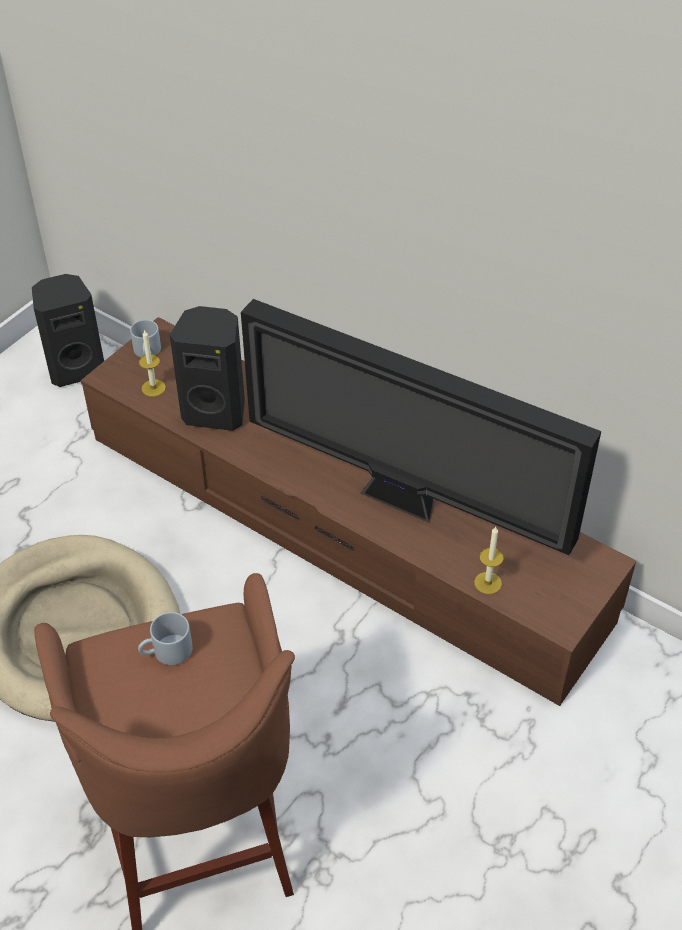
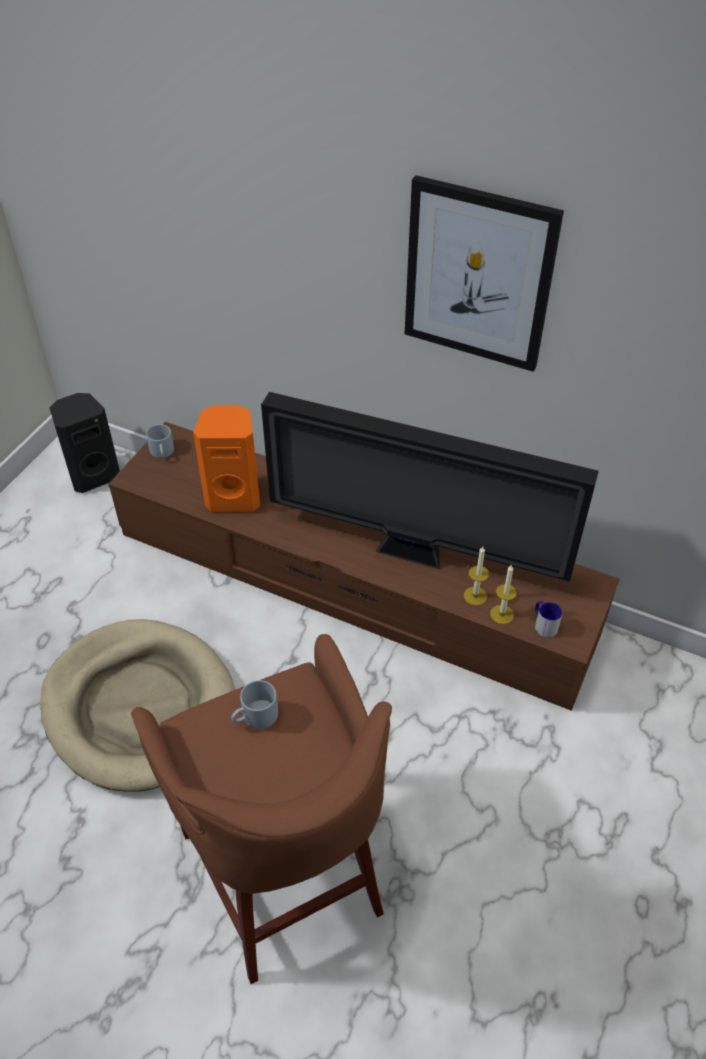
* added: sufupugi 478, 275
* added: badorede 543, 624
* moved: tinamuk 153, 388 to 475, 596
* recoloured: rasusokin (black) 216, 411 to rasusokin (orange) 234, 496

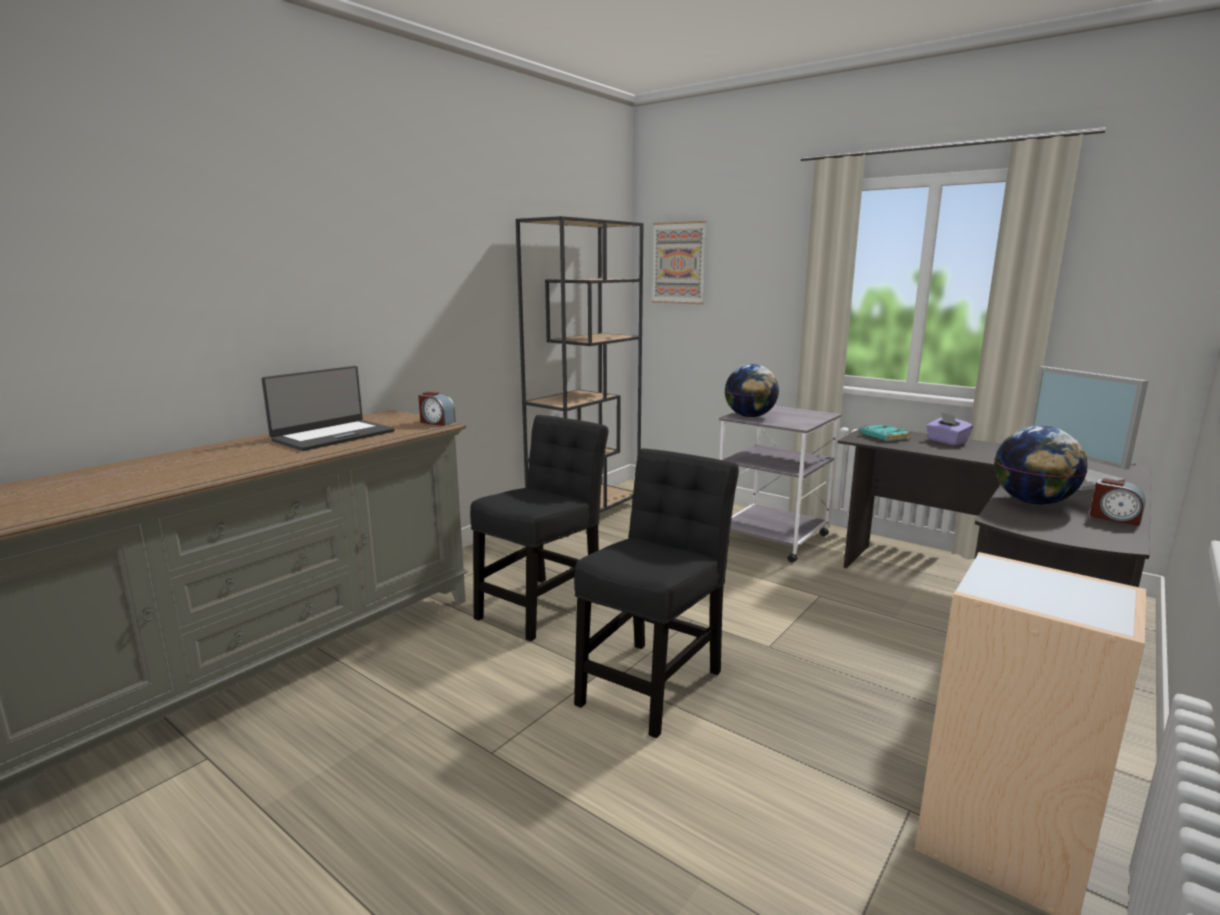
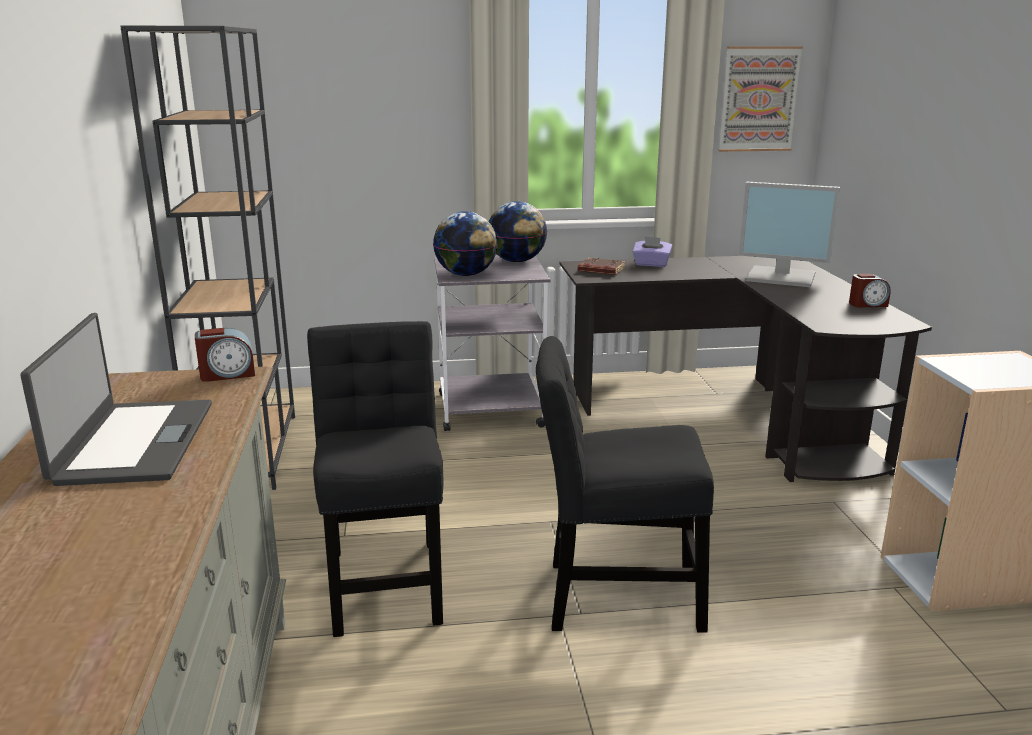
* moved: sufupugi 679, 263 to 758, 99
* moved: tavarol 1032, 502 to 516, 261
* recoloured: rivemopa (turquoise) 883, 436 to rivemopa (brown) 600, 270
* turned: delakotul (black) 653, 682 = 614, 597 75 degrees counterclockwise

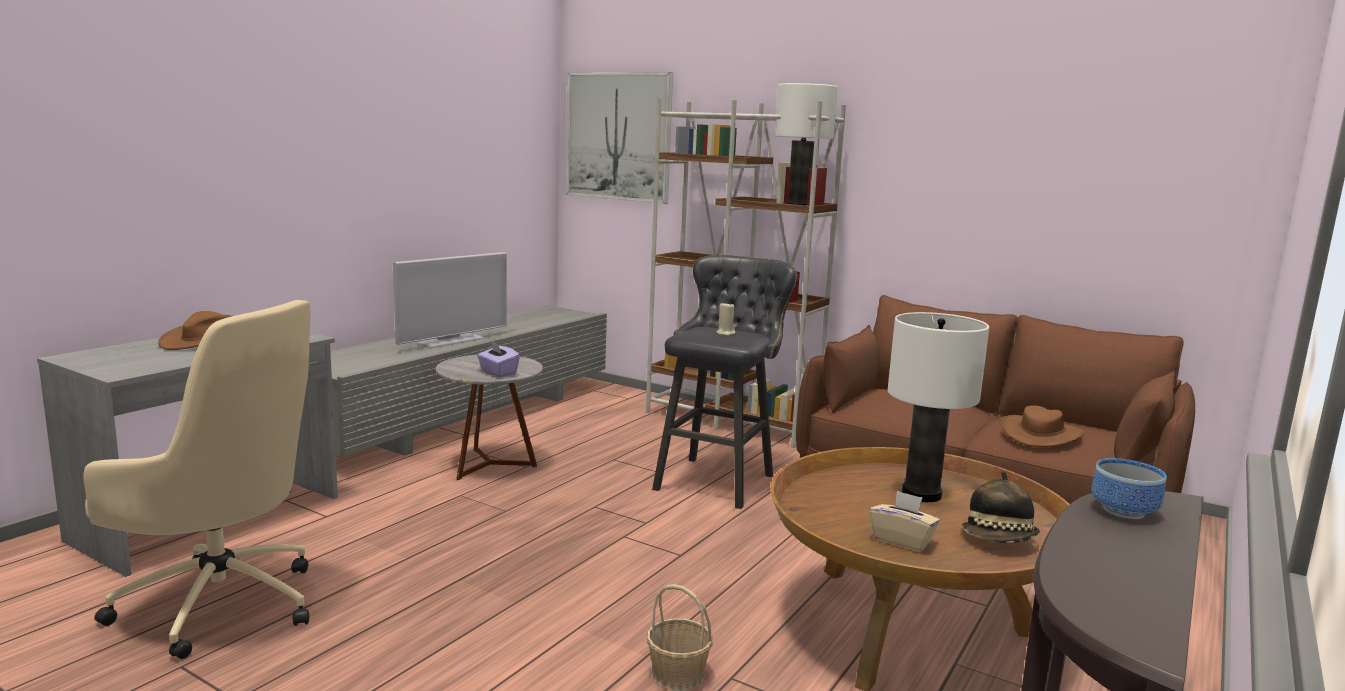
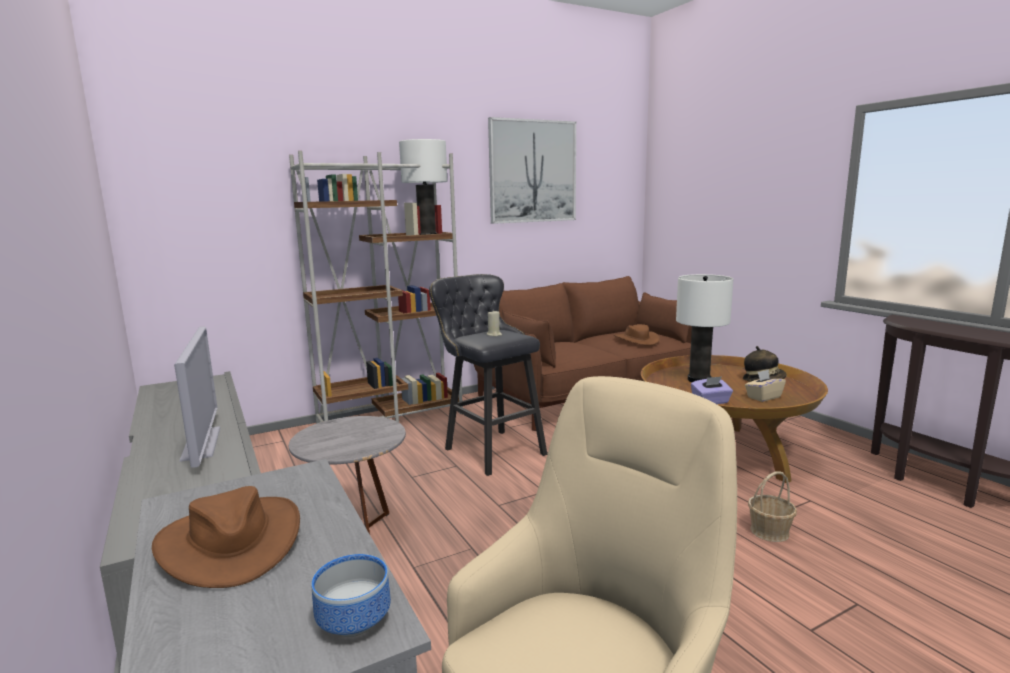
* moved: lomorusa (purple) 498, 373 to 710, 402
* moved: sufupugi 618, 136 to 532, 171
* moved: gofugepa 1122, 512 to 354, 623

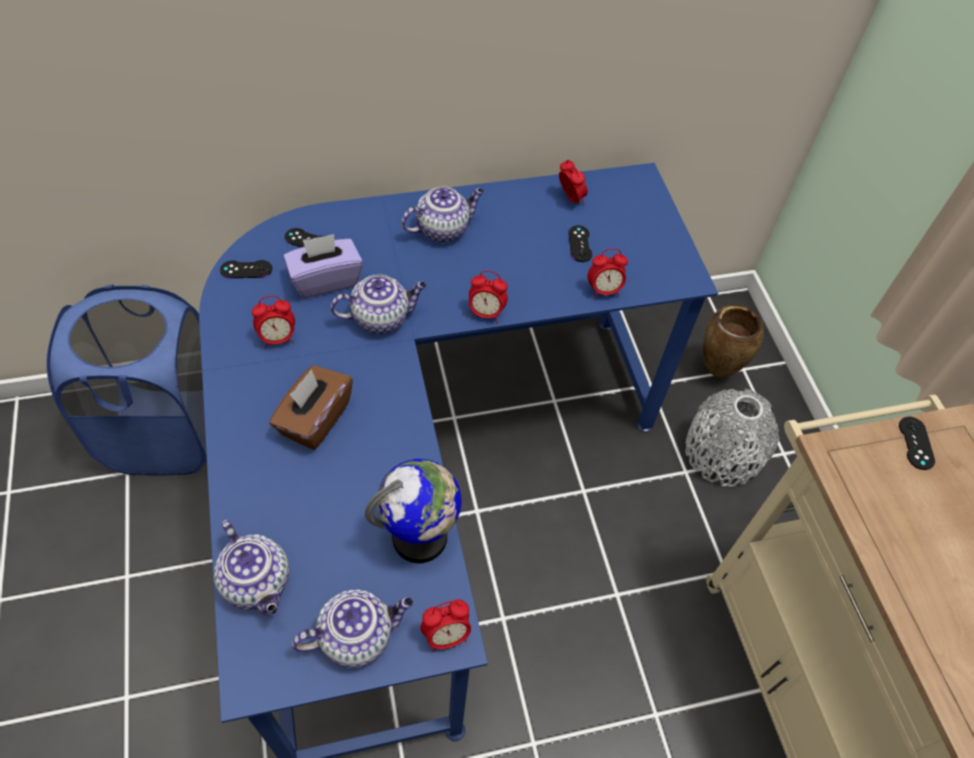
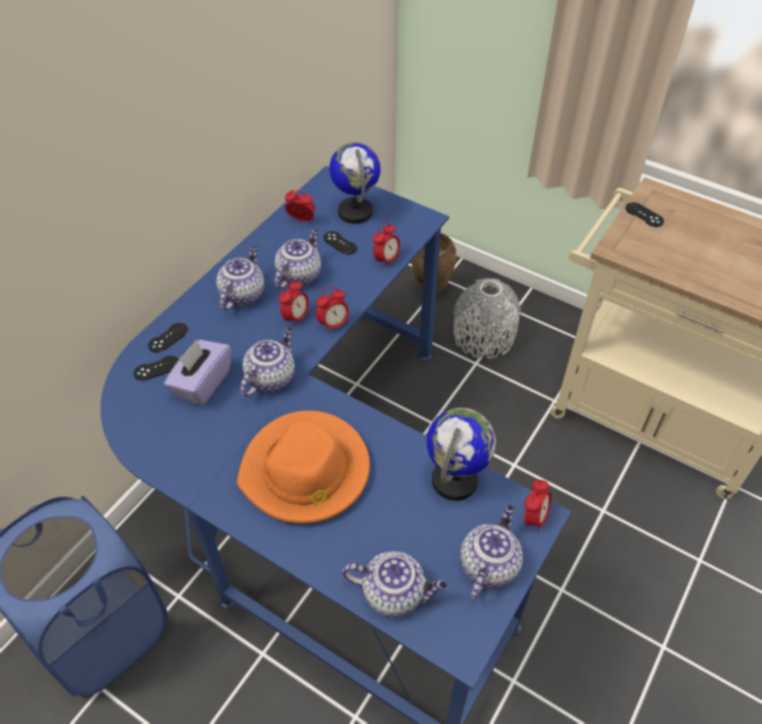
* added: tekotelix 299, 275
* added: tavarol 355, 212
* moved: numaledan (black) 246, 269 to 168, 338
* moved: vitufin 278, 338 to 296, 318
* replaced: lomorusa (brown) 315, 419 to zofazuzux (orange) 306, 471

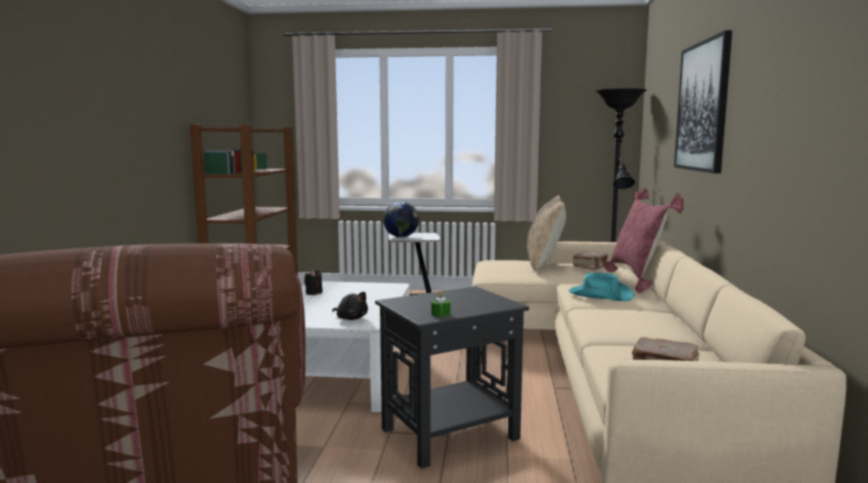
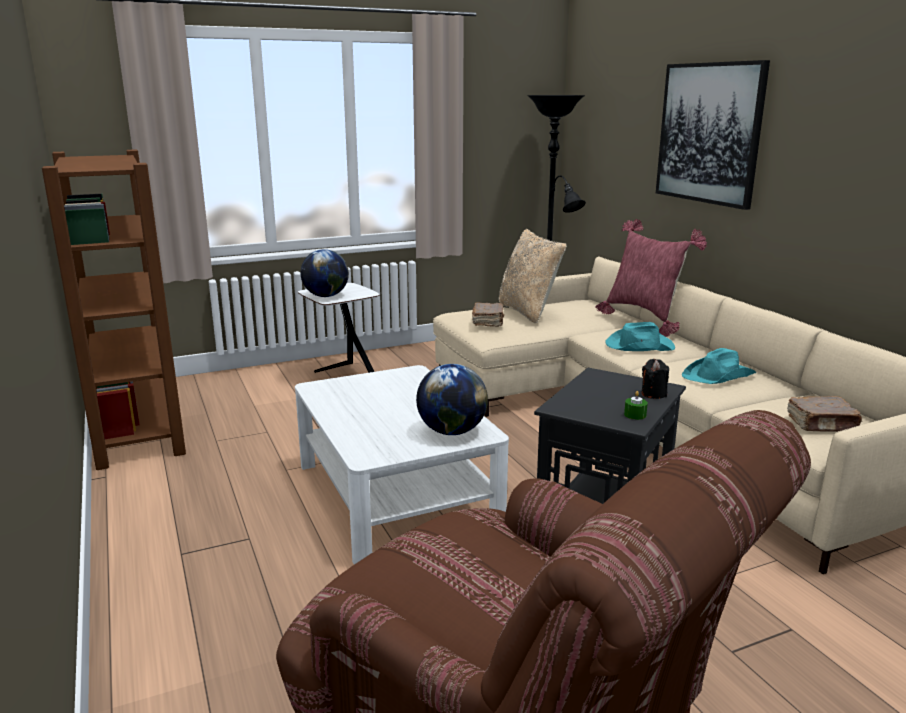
* added: zofazuzux (turquoise) 719, 376
* moved: tinamuk (black) 314, 293 to 653, 394
* moved: rivemopa (brown) 590, 267 to 488, 322
* replaced: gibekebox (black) 351, 318 to tavarol 451, 431

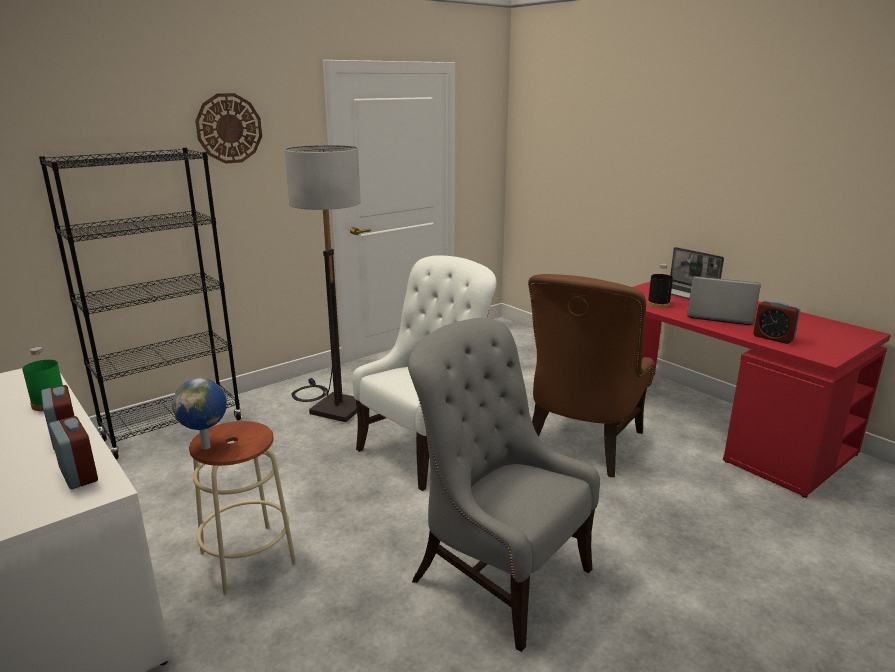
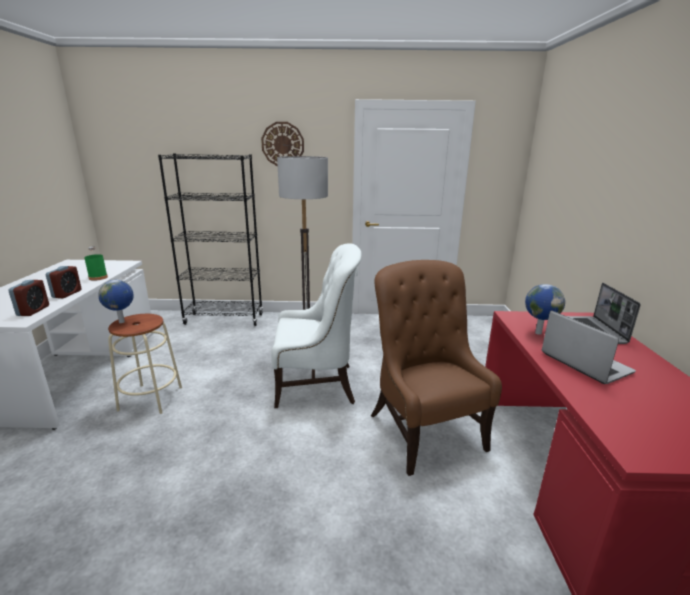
* removed: delakotul (grey) 498, 575
* removed: vitufin 773, 338
* replaced: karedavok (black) 658, 304 to tavarol 537, 333
* turned: delakotul (brown) 582, 443 = 424, 431 90 degrees clockwise

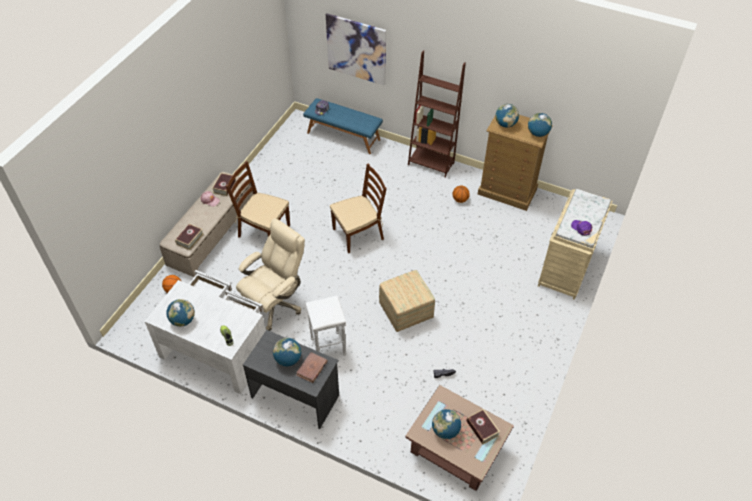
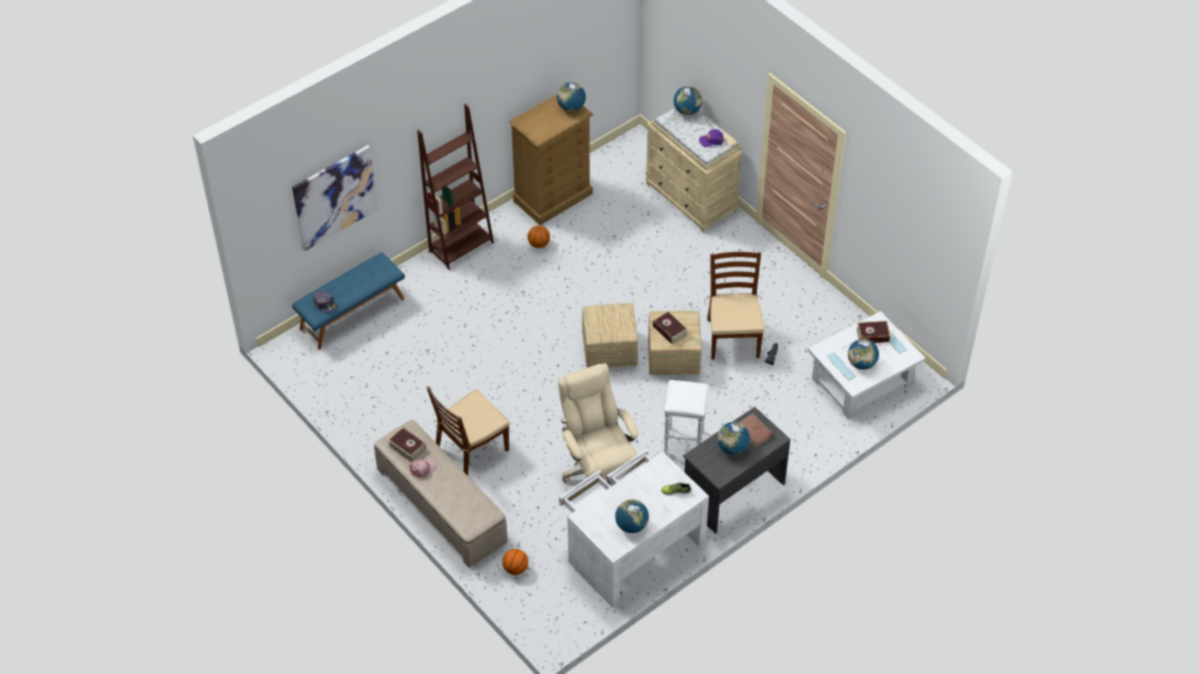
* added: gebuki 610, 349
* moved: rivemopa 190, 239 to 670, 330
* moved: delakotul (brown) 358, 233 to 733, 338
* moved: tavarol 505, 124 to 687, 111
* recoloured: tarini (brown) 456, 449 to tarini (white) 862, 381

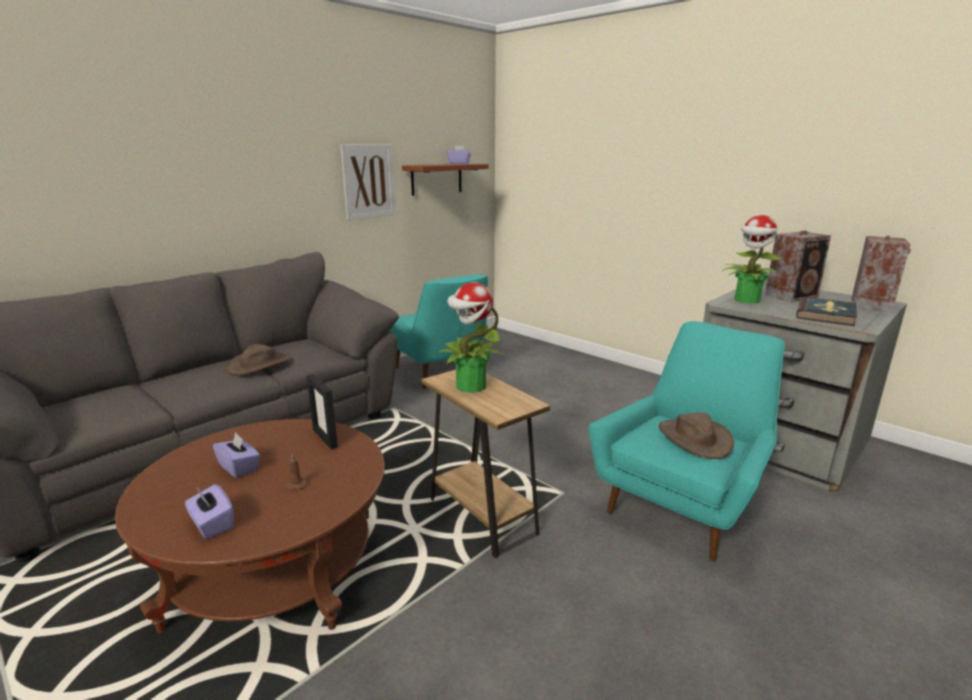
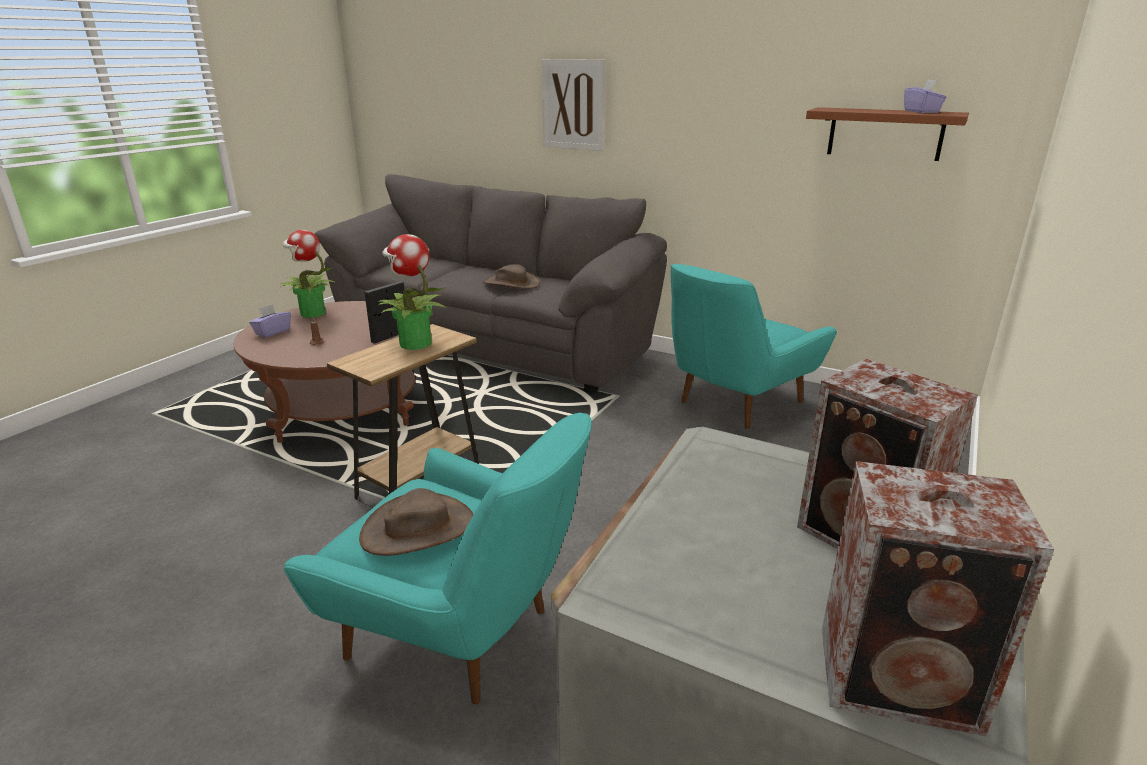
* removed: lomorusa (purple) 239, 467
* removed: rivemopa 826, 314
* moved: sufupugi 368, 181 to 573, 105
* moved: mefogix 747, 300 to 312, 313

